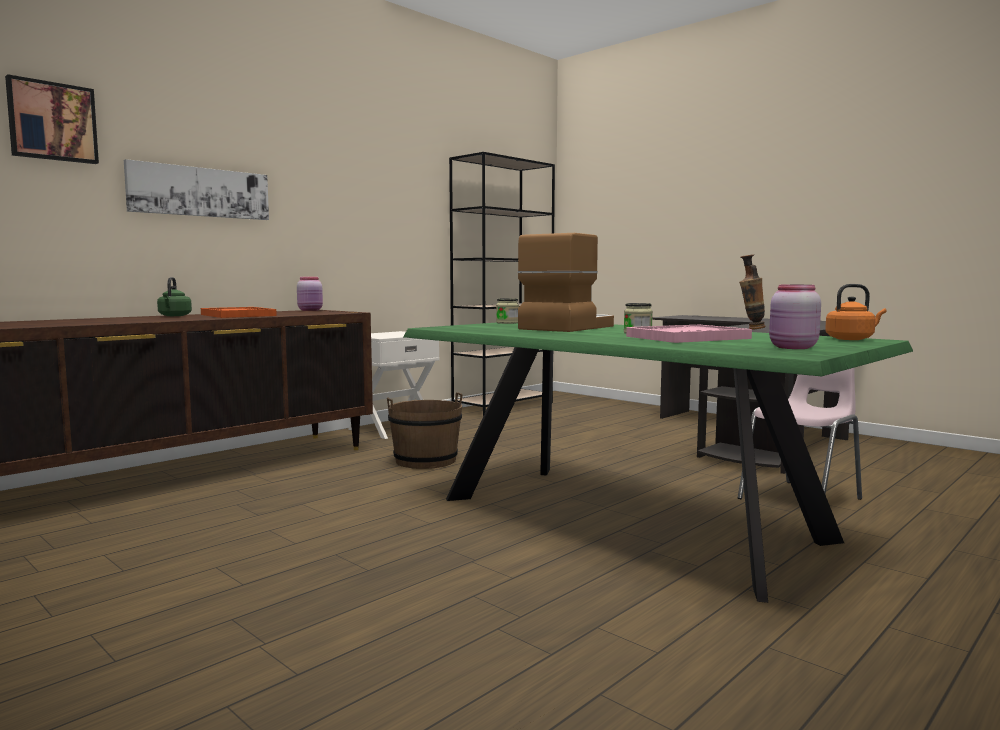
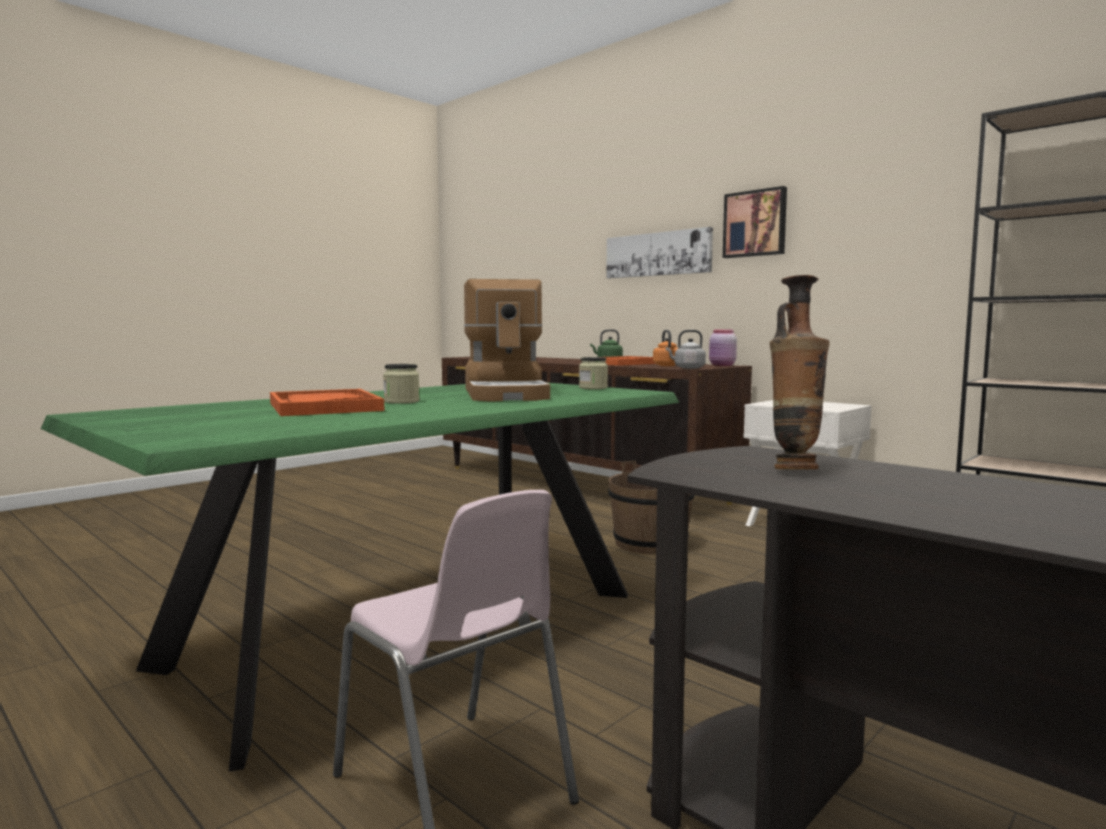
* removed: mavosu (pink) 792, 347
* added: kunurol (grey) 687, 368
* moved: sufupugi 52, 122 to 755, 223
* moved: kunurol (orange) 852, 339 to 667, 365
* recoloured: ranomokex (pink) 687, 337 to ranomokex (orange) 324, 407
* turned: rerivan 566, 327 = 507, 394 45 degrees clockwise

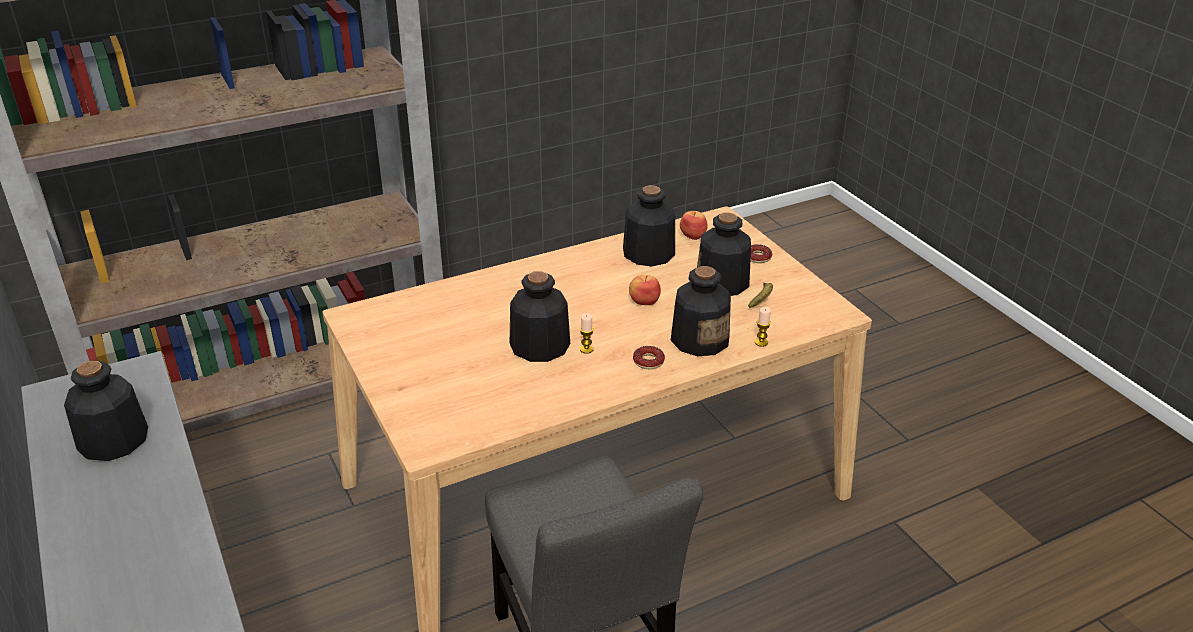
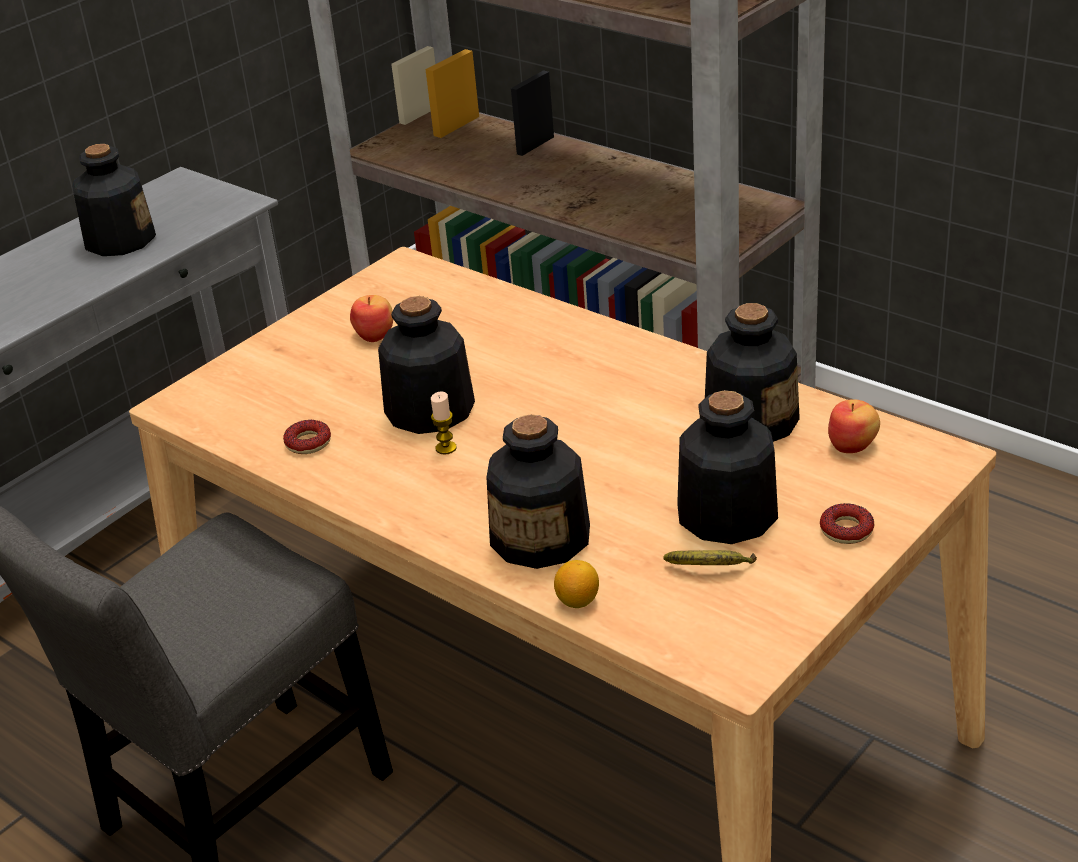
* moved: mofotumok 644, 301 to 375, 334
* moved: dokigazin 648, 361 to 308, 443
* replaced: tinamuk 761, 342 to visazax 577, 601

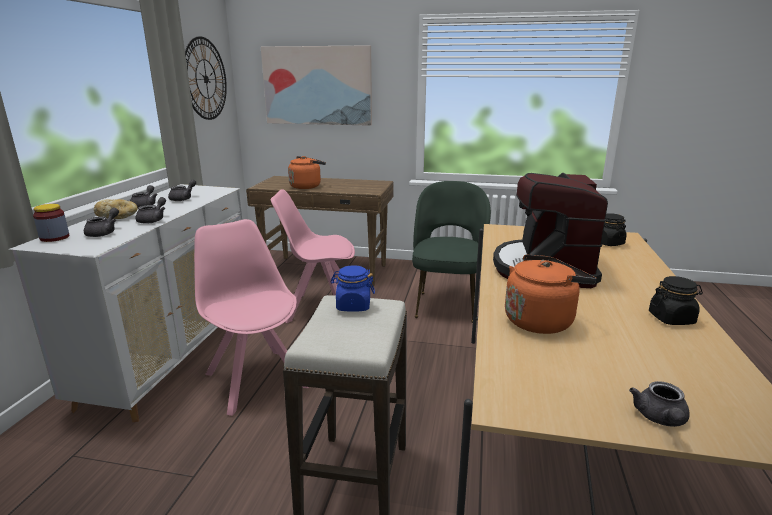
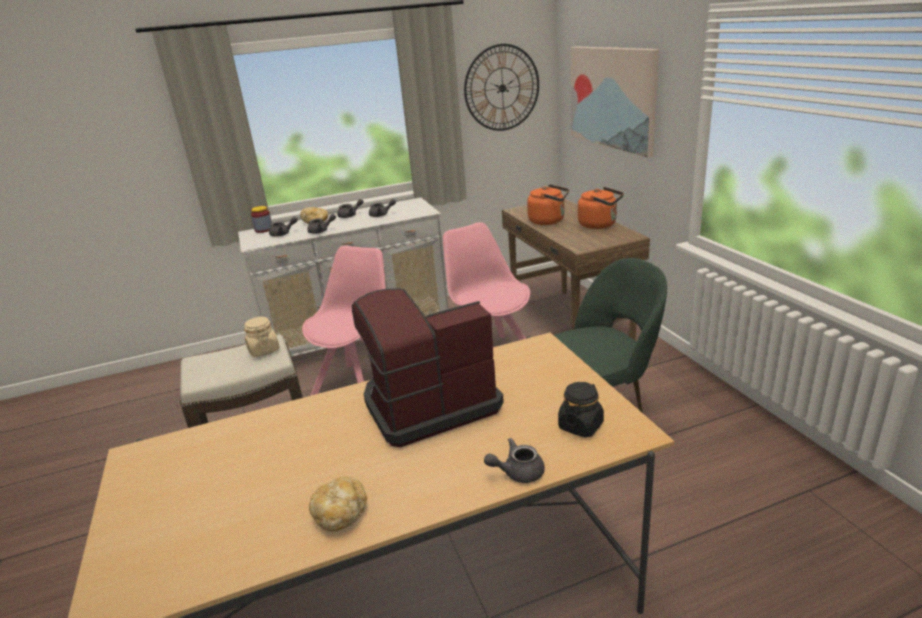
* moved: kunurol (orange) 541, 320 to 600, 225
* moved: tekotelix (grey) 660, 419 to 517, 472
* replaced: mavosu (black) 671, 318 to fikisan 341, 514
* recoloured: mavosu (blue) 353, 306 to mavosu (beige) 263, 350

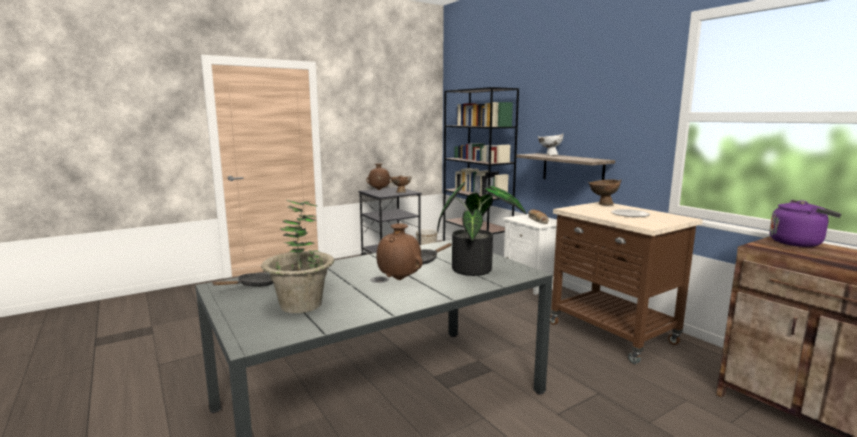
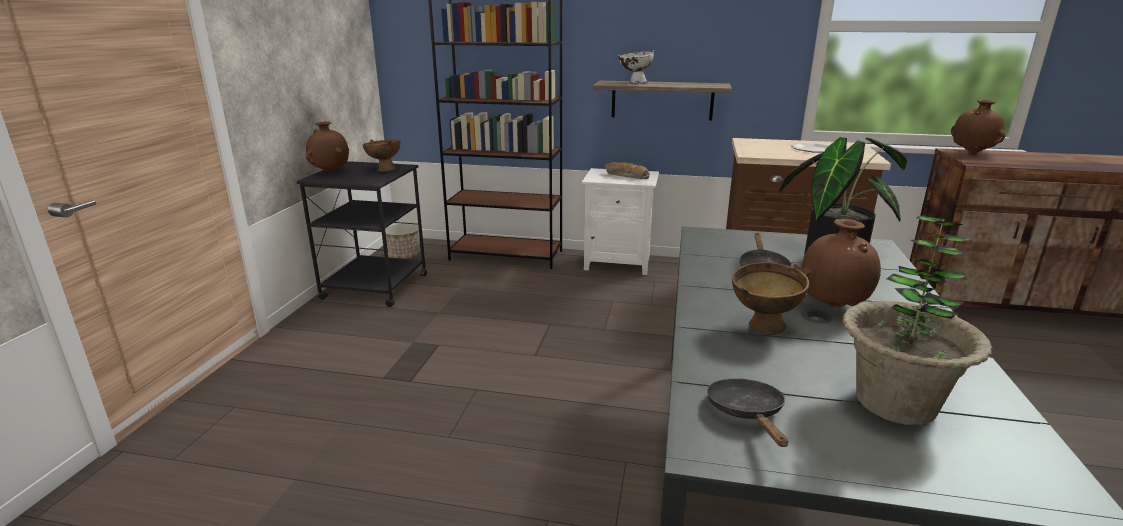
* moved: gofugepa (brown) 602, 204 to 761, 329
* replaced: kunurol (purple) 798, 243 to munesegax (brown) 972, 153

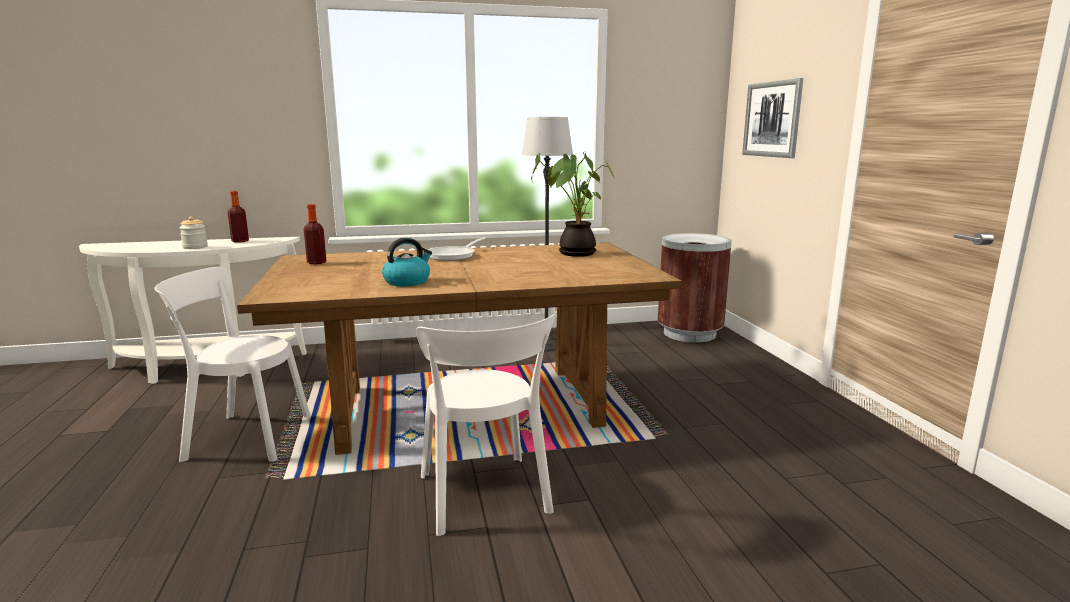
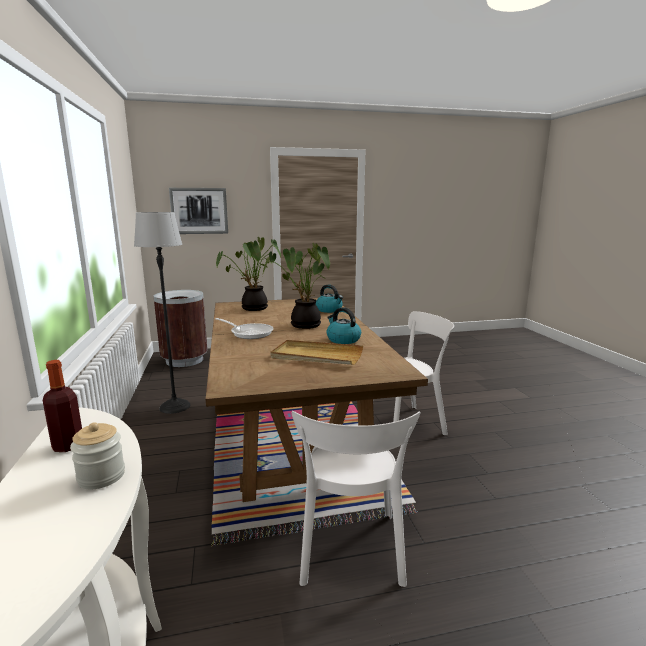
* removed: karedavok 316, 262
* added: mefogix 303, 325
* added: ranomokex (beige) 316, 356
* added: kunurol 329, 310

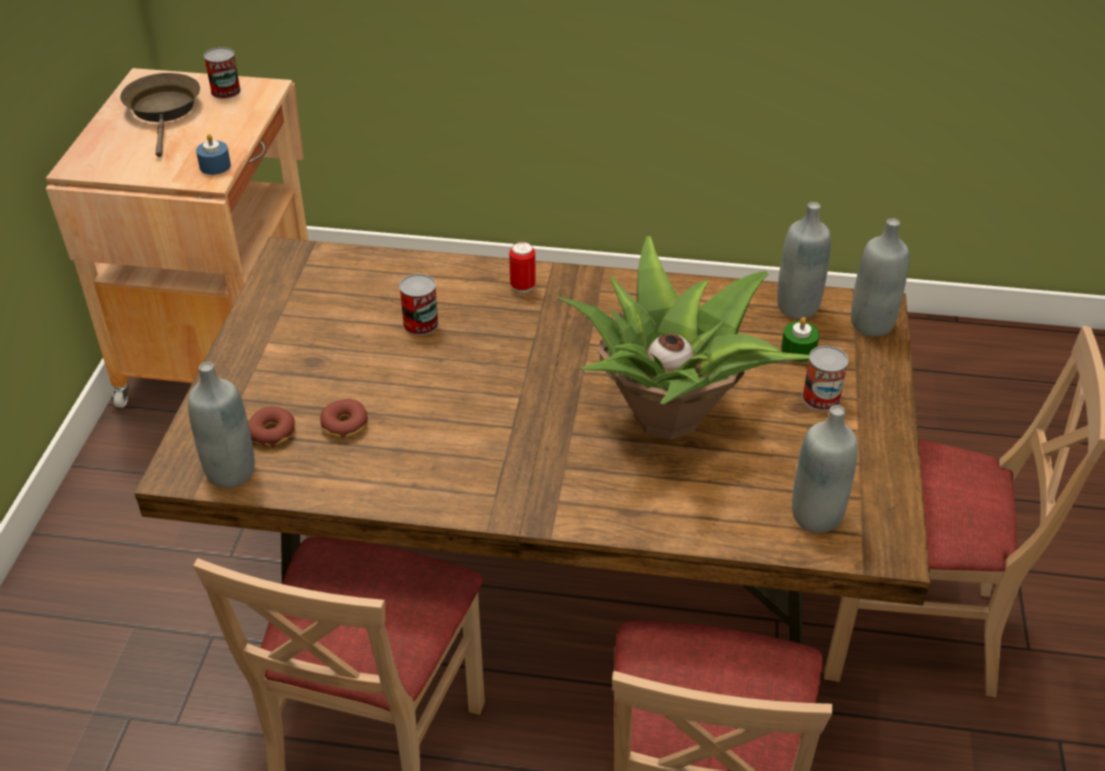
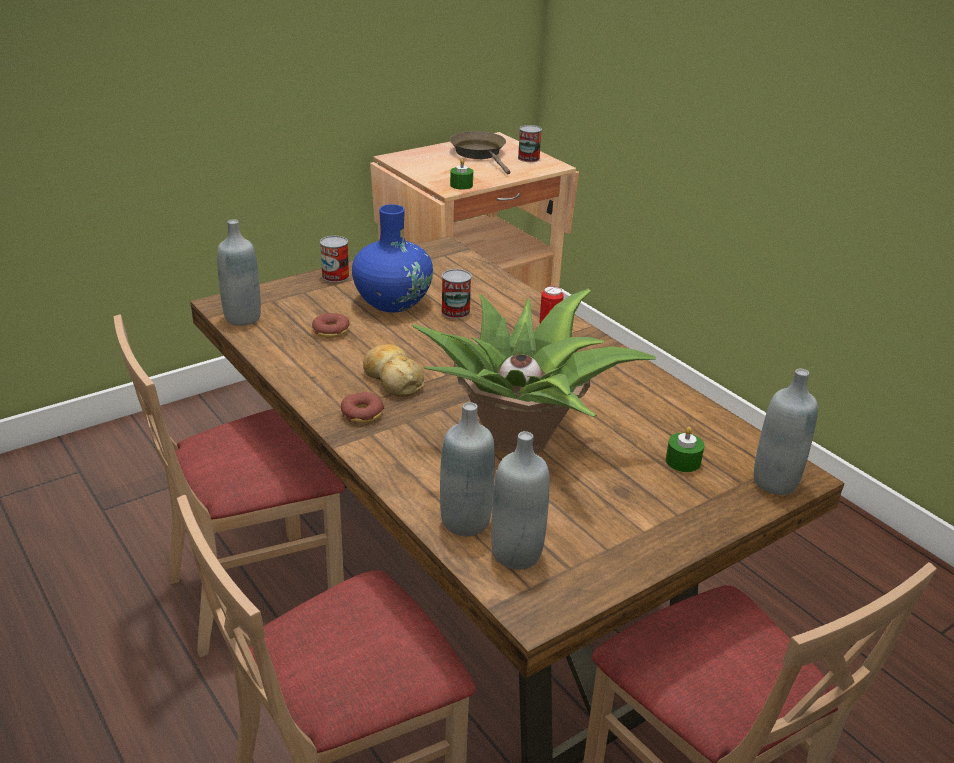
* added: munesegax (blue) 392, 302
* added: fikisan 393, 379
* moved: dokigazin 272, 432 to 362, 414
* moved: karedavok (grey) 797, 307 to 465, 522
* moved: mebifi 821, 398 to 335, 276
* recoloured: tinamuk (blue) 215, 166 to tinamuk (green) 461, 185
* turned: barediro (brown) 164, 111 = 480, 154 60 degrees counterclockwise

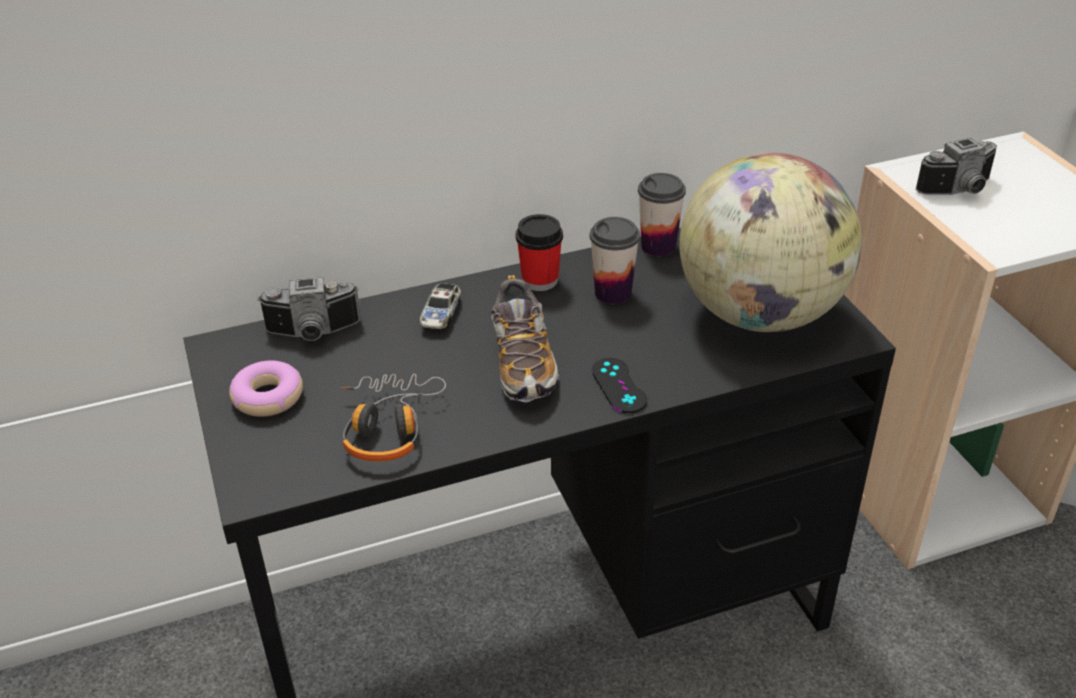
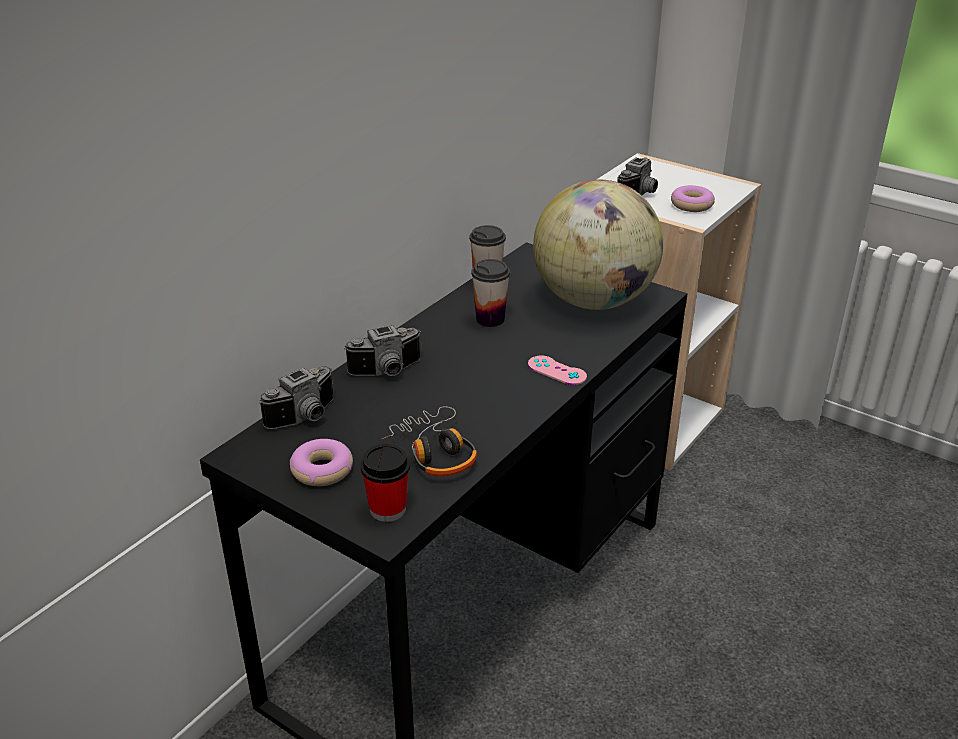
* removed: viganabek 523, 363
* added: dokigazin 692, 205
* moved: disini 540, 280 to 388, 509
* replaced: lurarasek 441, 314 to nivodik 388, 372
* recoloured: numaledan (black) 618, 386 to numaledan (pink) 557, 371

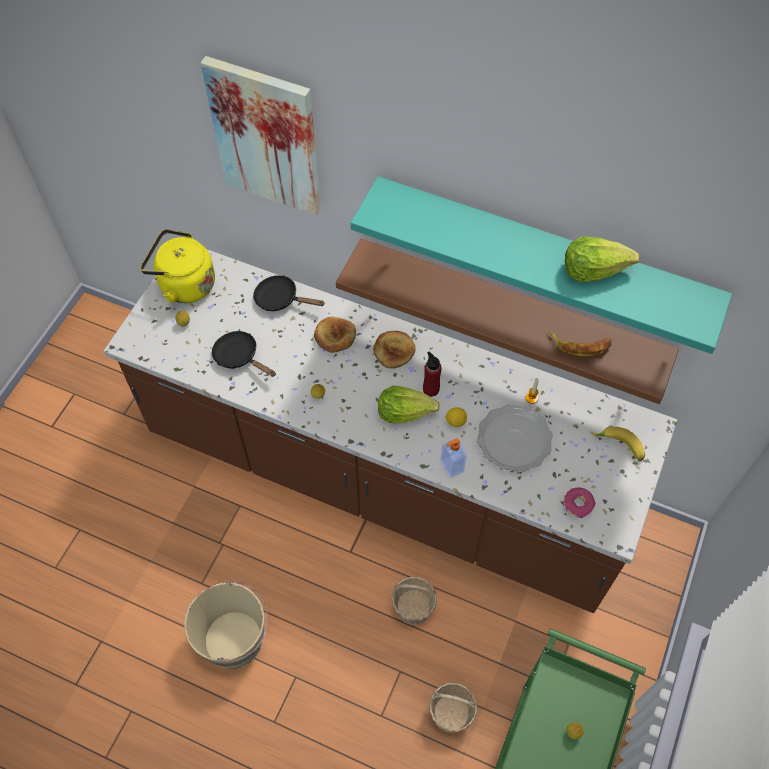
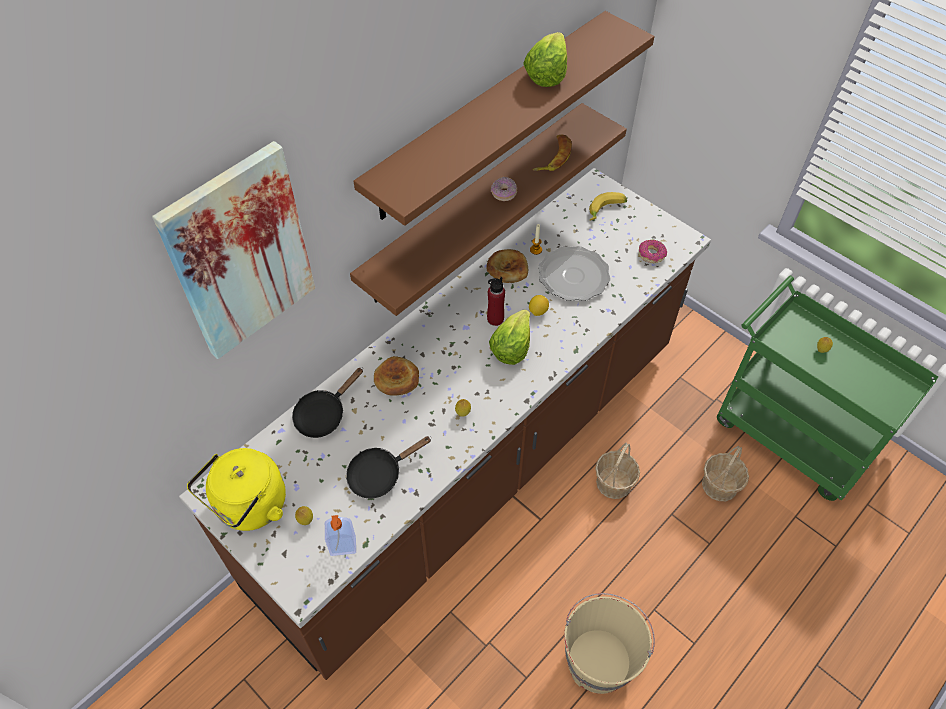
* added: dokigazin 503, 193
* moved: fikisan 394, 350 to 507, 268
* moved: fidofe 451, 467 to 343, 547
* recoloured: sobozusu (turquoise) 543, 253 to sobozusu (brown) 489, 115

